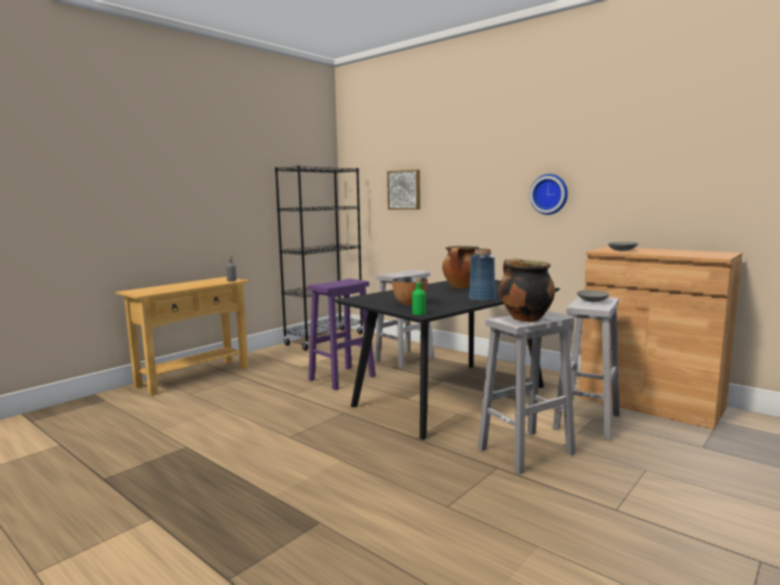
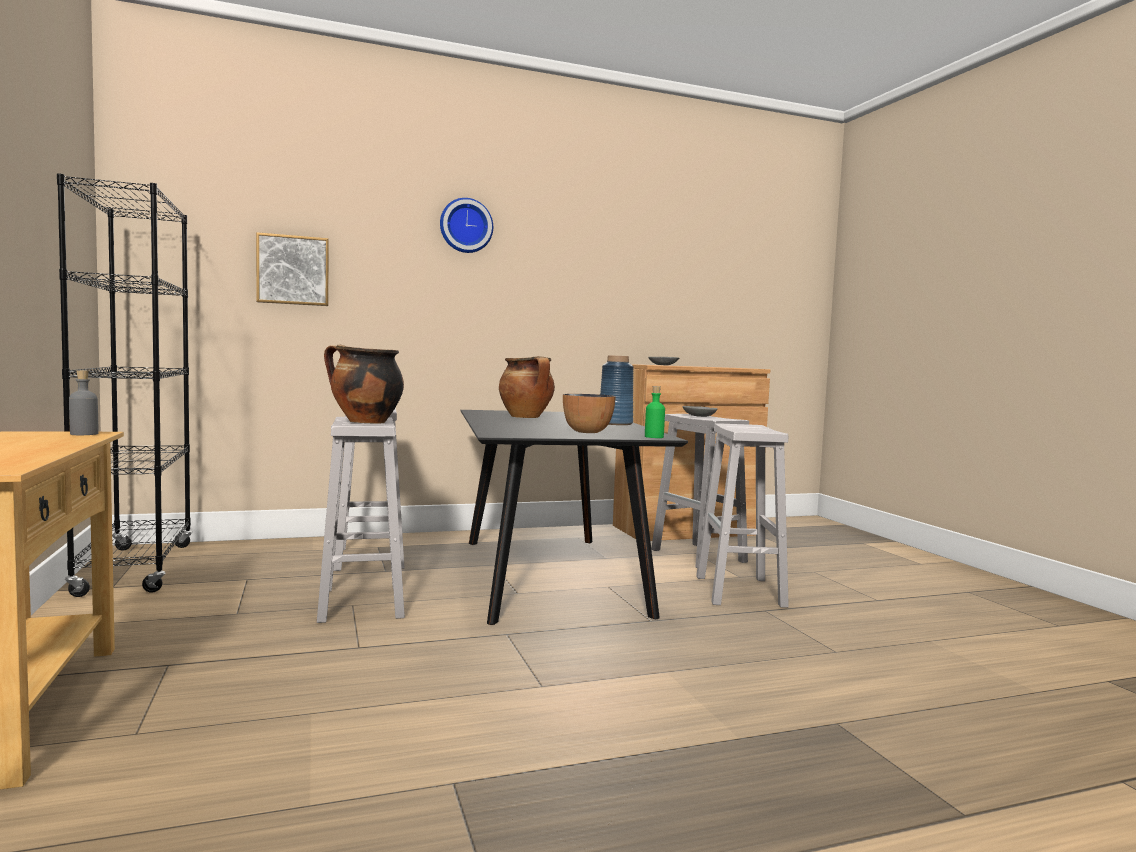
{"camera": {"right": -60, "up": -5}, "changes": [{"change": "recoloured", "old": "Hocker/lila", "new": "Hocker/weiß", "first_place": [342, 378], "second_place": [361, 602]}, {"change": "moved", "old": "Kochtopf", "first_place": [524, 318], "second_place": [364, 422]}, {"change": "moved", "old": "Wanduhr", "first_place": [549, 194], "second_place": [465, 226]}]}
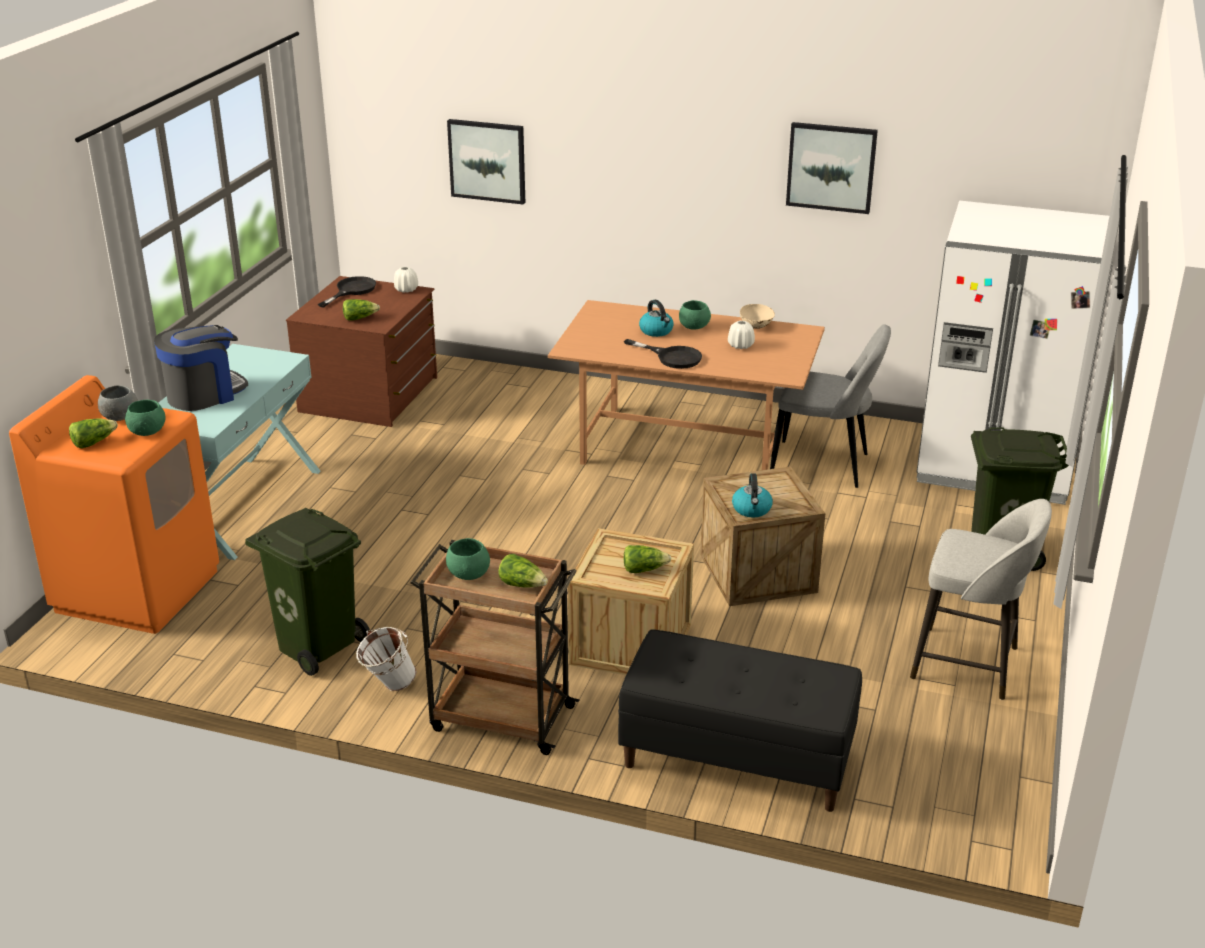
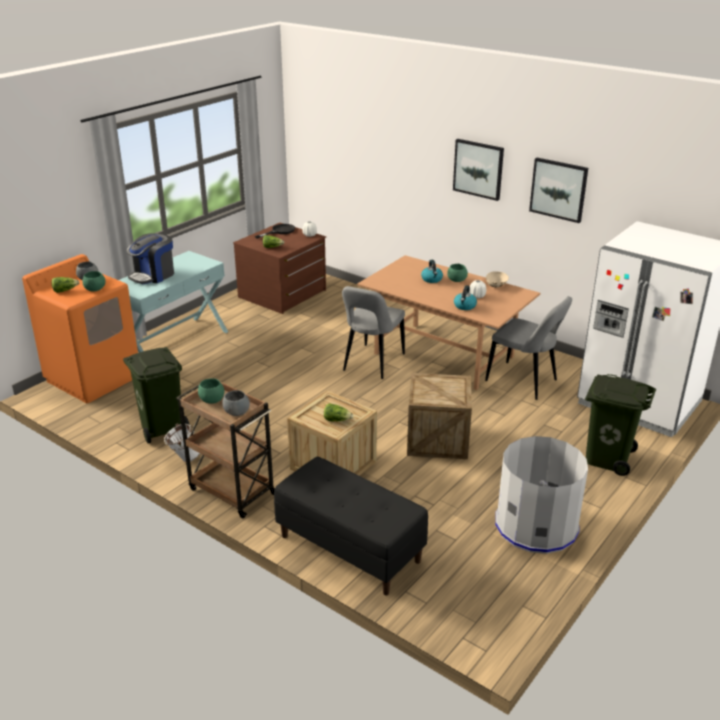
{"camera": {"right": 20, "up": 0}, "changes": [{"change": "turned", "old": "Kaffeemaschine", "first_place": [204, 394], "second_place": [153, 275], "degrees": 150}, {"change": "moved", "old": "Bild", "first_place": [487, 161], "second_place": [478, 169]}, {"change": "replaced", "old": "Salatkopf", "new": "Schüssel/grau", "first_place": [522, 585], "second_place": [237, 412]}, {"change": "removed", "old": "Pfanne/schwarz", "first_place": [672, 357]}, {"change": "moved", "old": "Wasserkessel", "first_place": [752, 509], "second_place": [465, 306]}, {"change": "replaced", "old": "Hocker/grau", "new": "Mülleimer/grau", "first_place": [968, 664], "second_place": [536, 525]}, {"change": "added", "new": "Stuhl/grau", "second_place": [372, 363]}]}
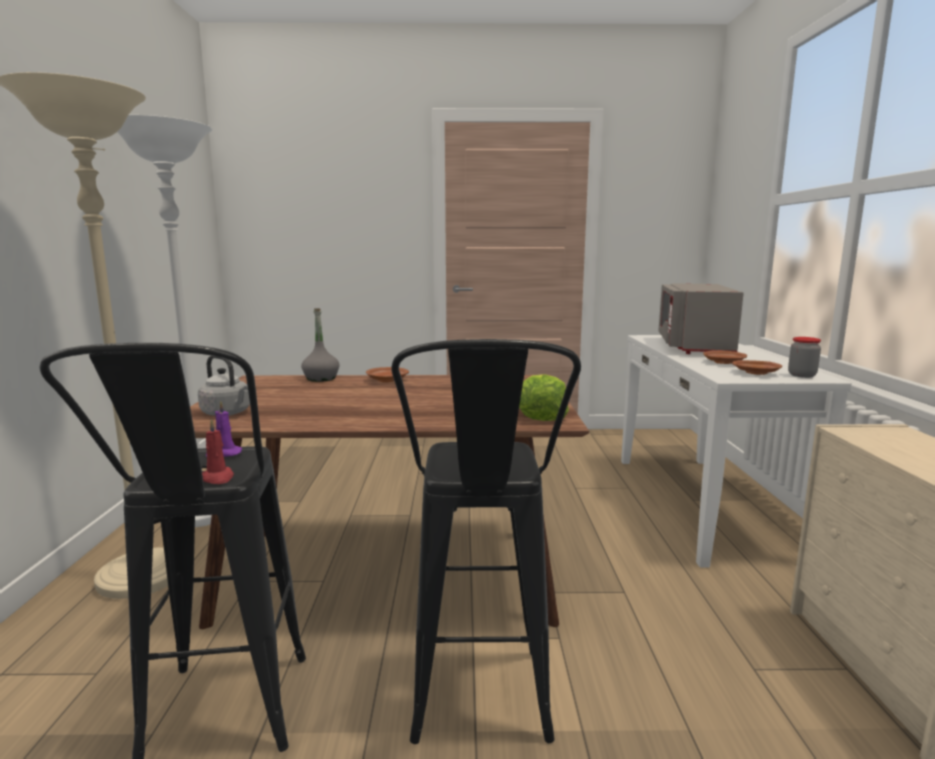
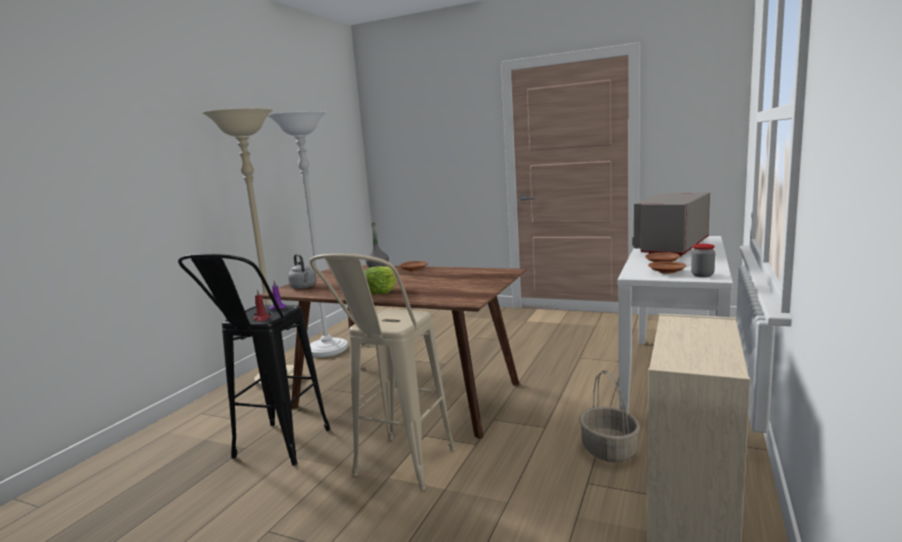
{"camera": {"right": 25, "up": 0}, "changes": [{"change": "recoloured", "old": "Hocker/schwarz", "new": "Hocker/beige", "first_place": [480, 715], "second_place": [397, 471]}, {"change": "moved", "old": "Salatkopf", "first_place": [541, 416], "second_place": [381, 291]}, {"change": "added", "new": "Korb", "second_place": [609, 450]}]}
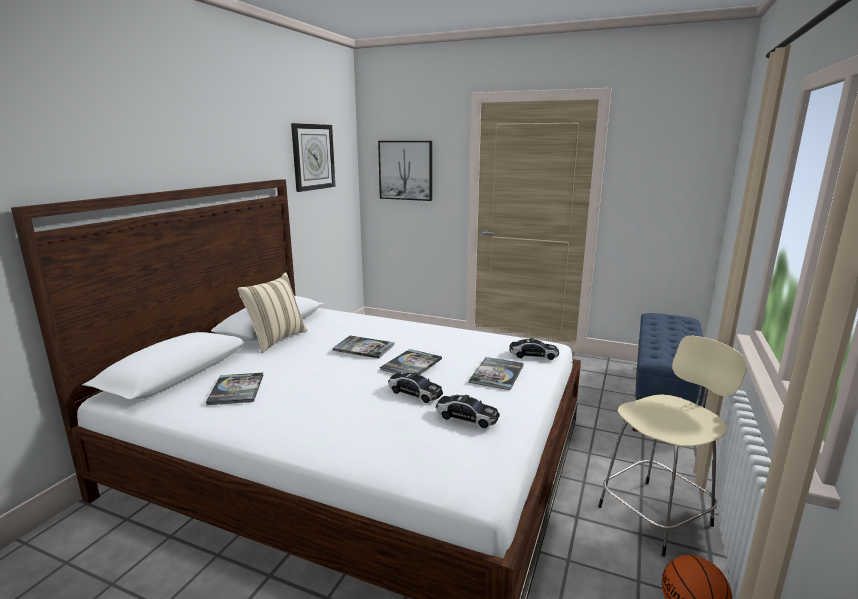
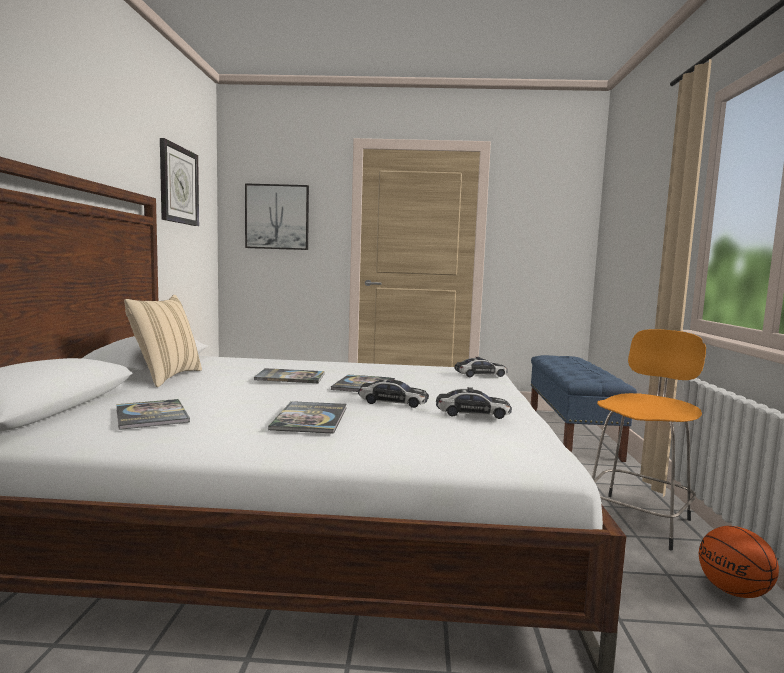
{"camera": {"right": -20, "up": -10}, "changes": [{"change": "moved", "old": "Buch", "first_place": [497, 374], "second_place": [310, 418]}, {"change": "recoloured", "old": "Hocker/beige", "new": "Hocker/orange", "first_place": [657, 515], "second_place": [638, 519]}]}
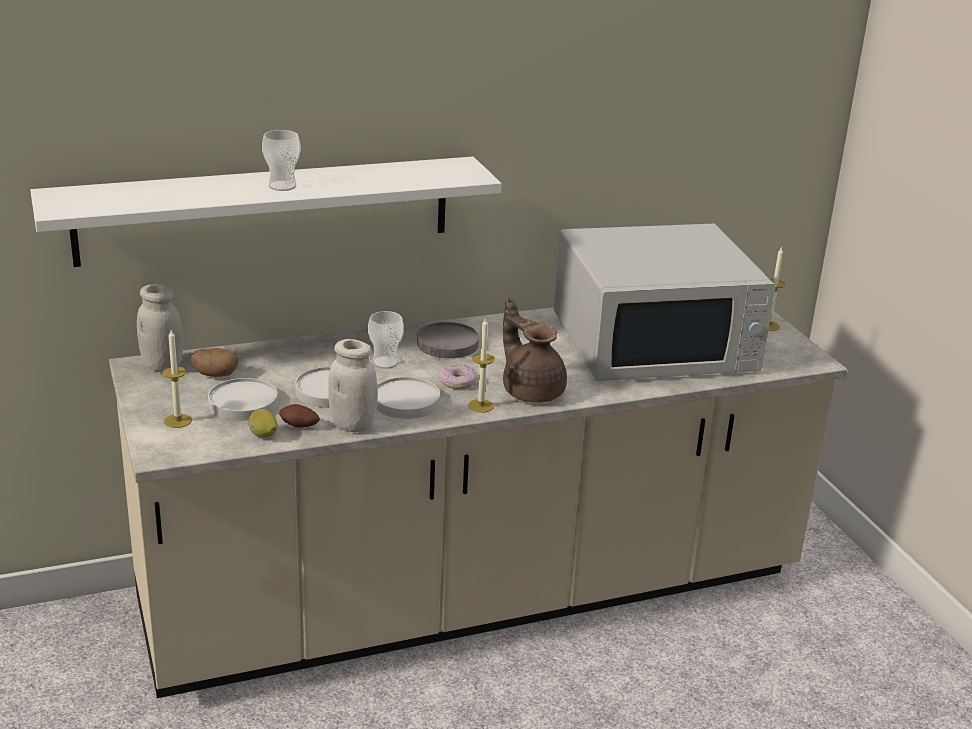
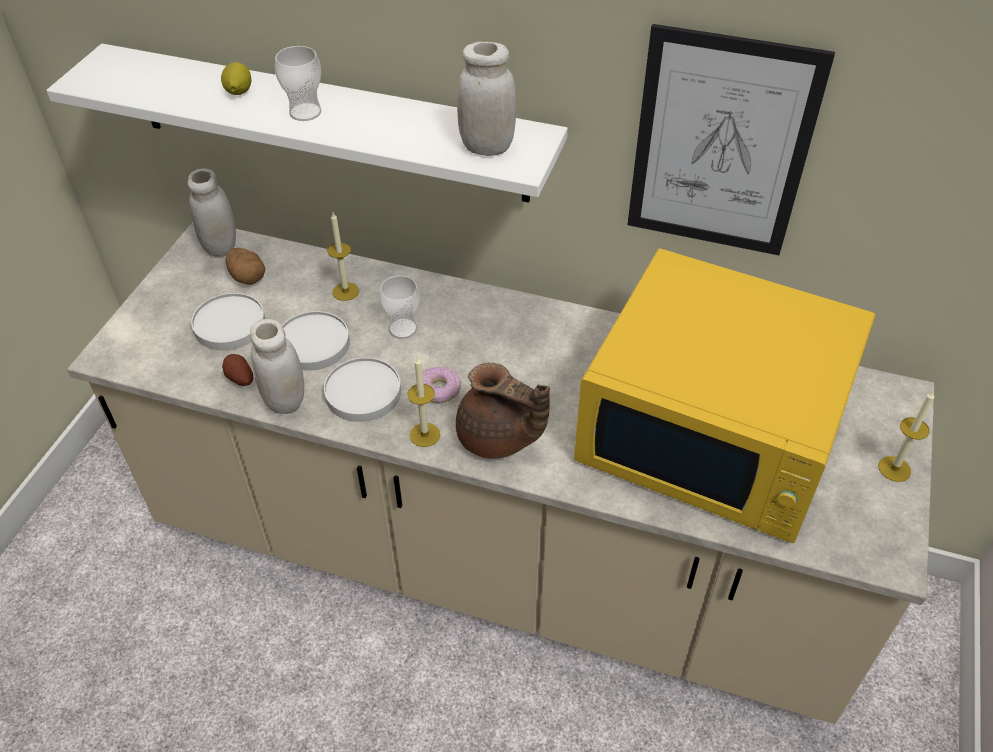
{"camera": {"right": 40, "up": 20}, "changes": [{"change": "moved", "old": "Kerze", "first_place": [178, 421], "second_place": [345, 291]}, {"change": "moved", "old": "Zitrone", "first_place": [263, 435], "second_place": [238, 92]}, {"change": "removed", "old": "Teller/grau", "first_place": [447, 344]}, {"change": "turned", "old": "Teekanne/braun", "first_place": [531, 391], "second_place": [498, 438], "degrees": 120}, {"change": "recoloured", "old": "Mikrowelle/weiß", "new": "Mikrowelle/gelb", "first_place": [655, 343], "second_place": [714, 432]}, {"change": "added", "new": "Vorratsglas/weiß", "second_place": [487, 147]}, {"change": "added", "new": "Bild", "second_place": [720, 146]}]}
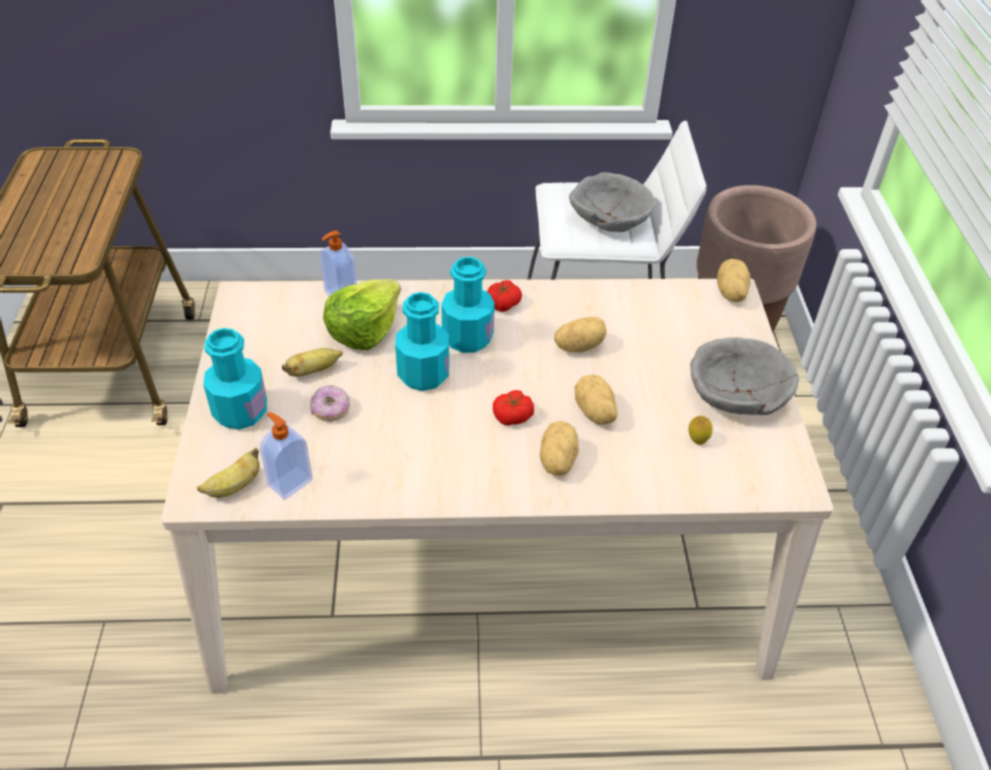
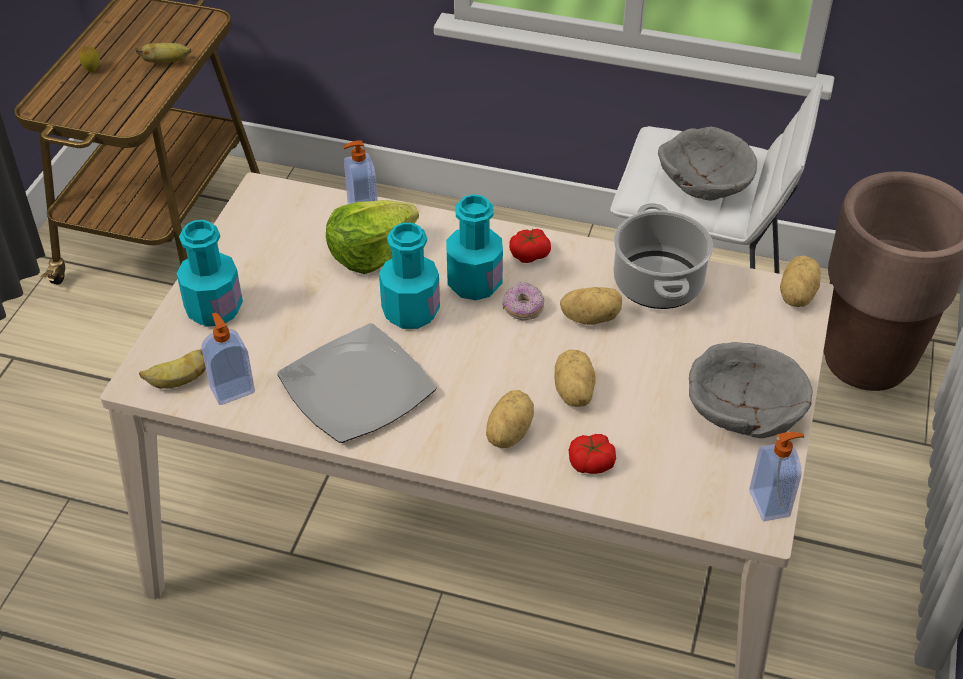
{"camera": {"right": 20, "up": 0}, "changes": [{"change": "moved", "old": "Banane", "first_place": [313, 371], "second_place": [166, 62]}, {"change": "moved", "old": "Donut", "first_place": [330, 410], "second_place": [523, 308]}, {"change": "moved", "old": "Tomate", "first_place": [513, 416], "second_place": [591, 462]}, {"change": "moved", "old": "Zitrone", "first_place": [697, 440], "second_place": [92, 70]}, {"change": "added", "new": "Teller", "second_place": [356, 389]}, {"change": "added", "new": "Kochtopf", "second_place": [657, 282]}, {"change": "added", "new": "Seifenspender", "second_place": [770, 503]}]}
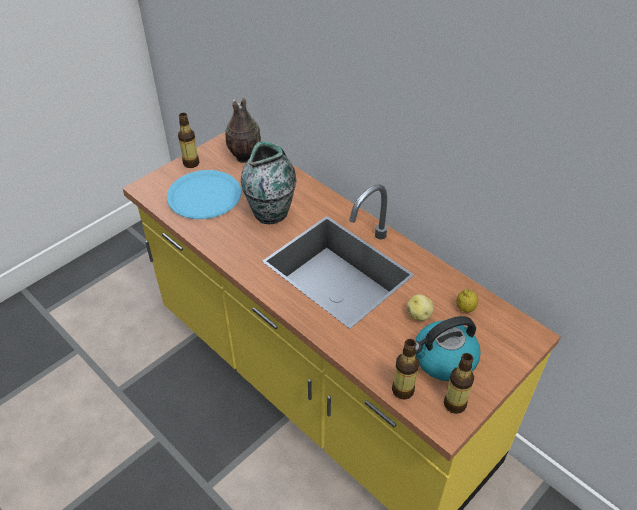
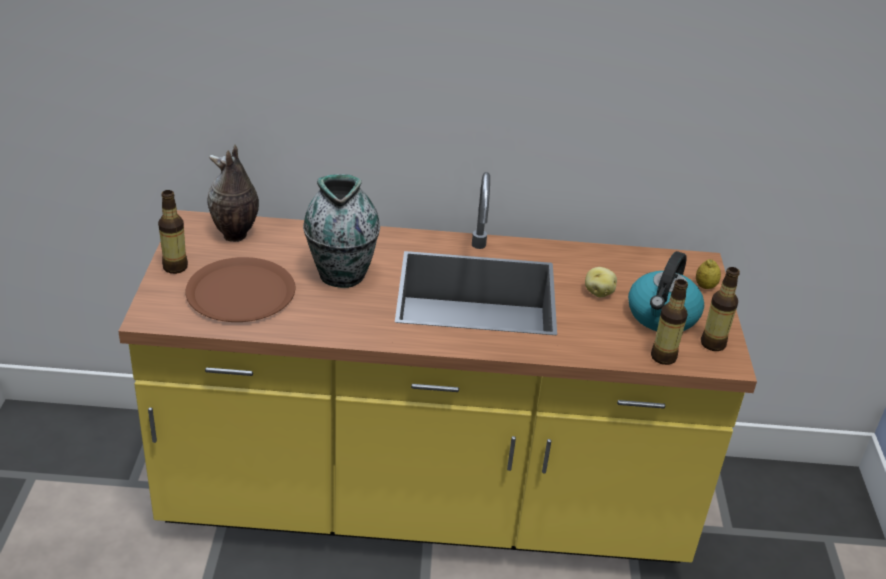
{"camera": {"right": -45, "up": -10}, "changes": [{"change": "recoloured", "old": "Teller/blau", "new": "Teller/braun", "first_place": [204, 196], "second_place": [240, 292]}, {"change": "moved", "old": "Zitrone", "first_place": [465, 308], "second_place": [705, 286]}]}
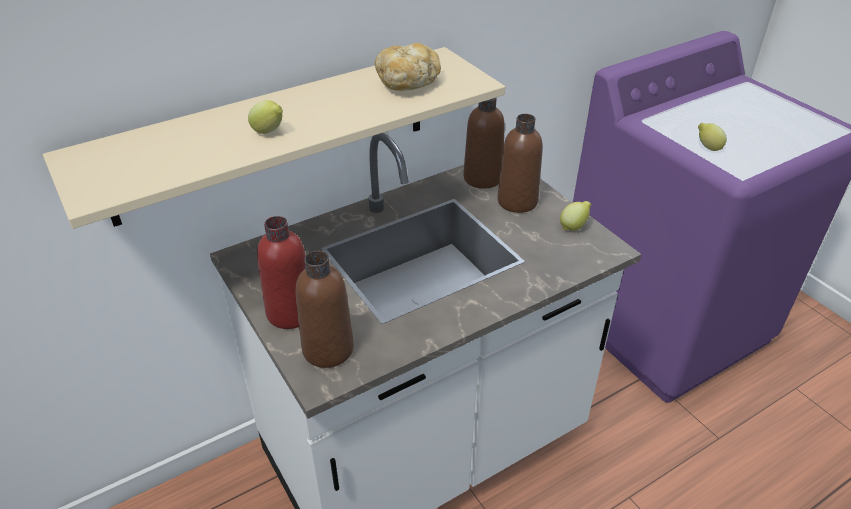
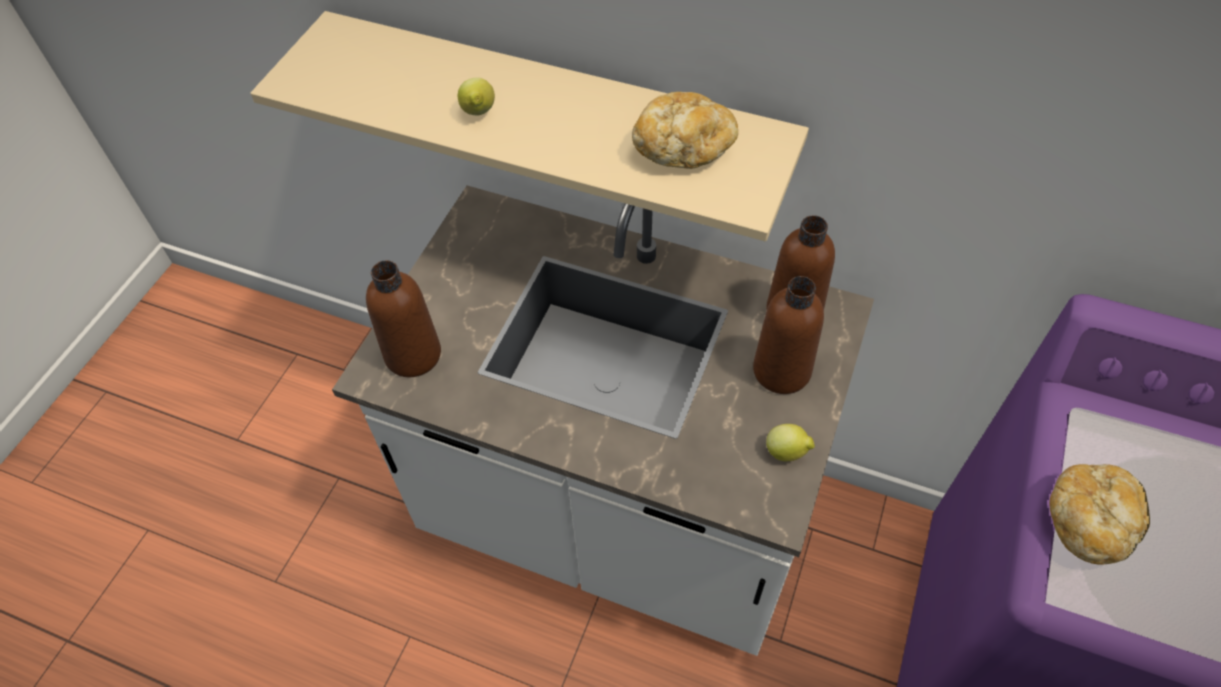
{"camera": {"right": 55, "up": 15}, "changes": [{"change": "removed", "old": "Flasche/rot", "first_place": [291, 312]}, {"change": "replaced", "old": "Zitrone", "new": "Brot", "first_place": [708, 148], "second_place": [1089, 522]}]}
